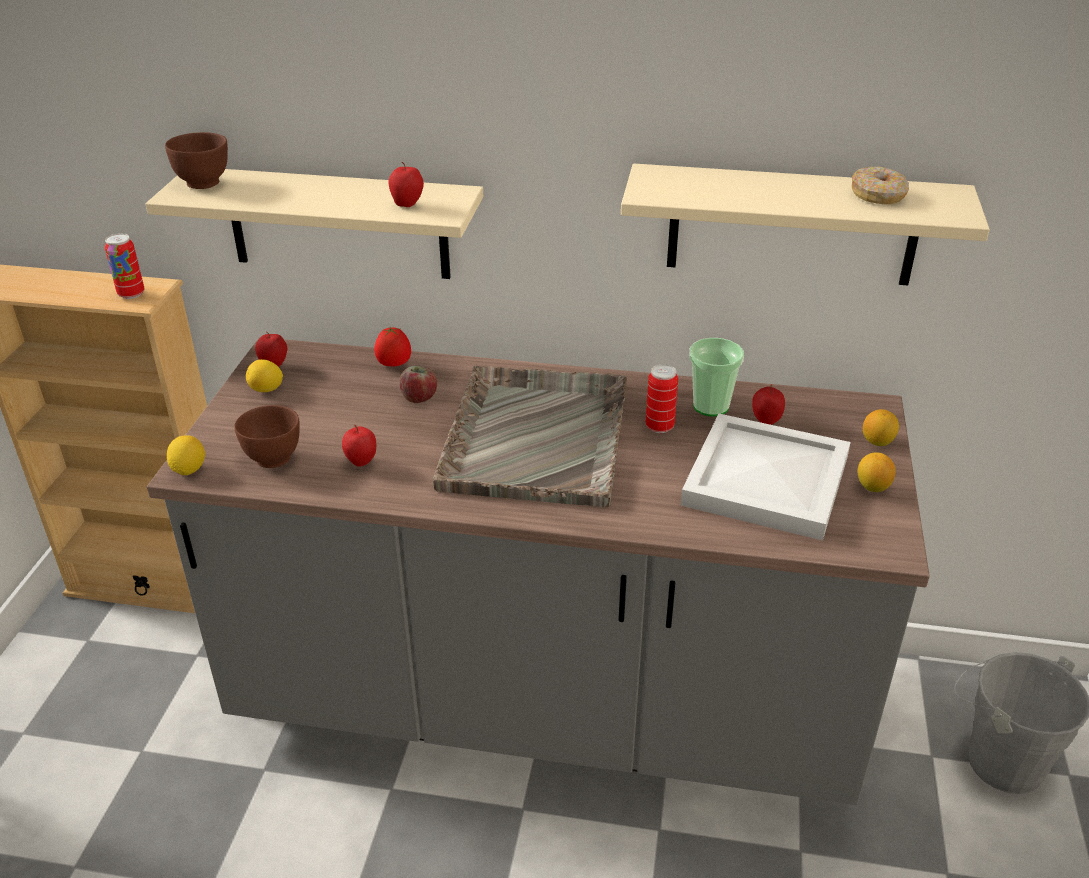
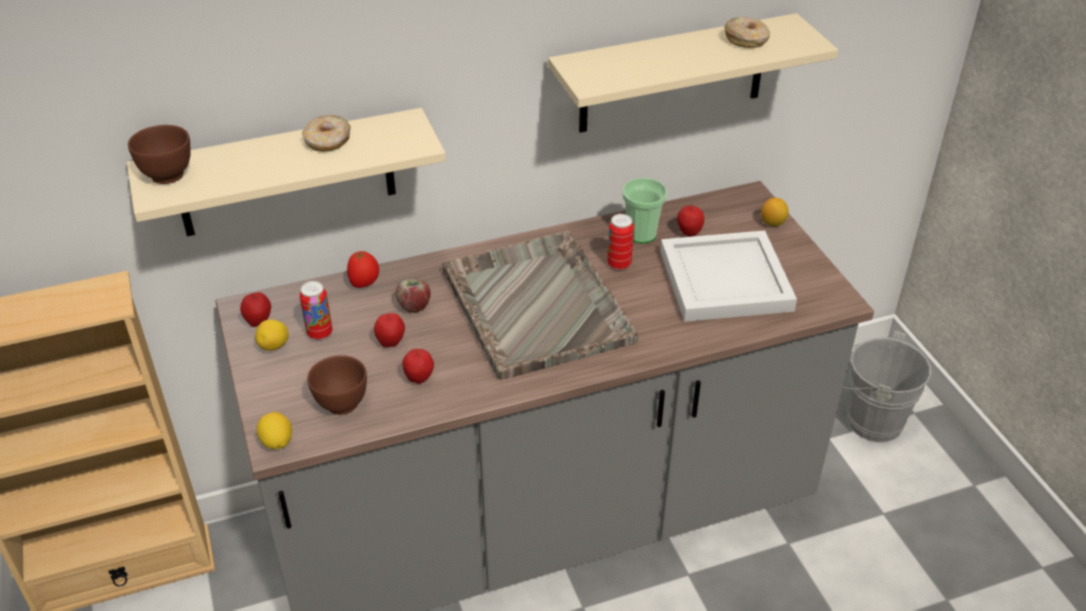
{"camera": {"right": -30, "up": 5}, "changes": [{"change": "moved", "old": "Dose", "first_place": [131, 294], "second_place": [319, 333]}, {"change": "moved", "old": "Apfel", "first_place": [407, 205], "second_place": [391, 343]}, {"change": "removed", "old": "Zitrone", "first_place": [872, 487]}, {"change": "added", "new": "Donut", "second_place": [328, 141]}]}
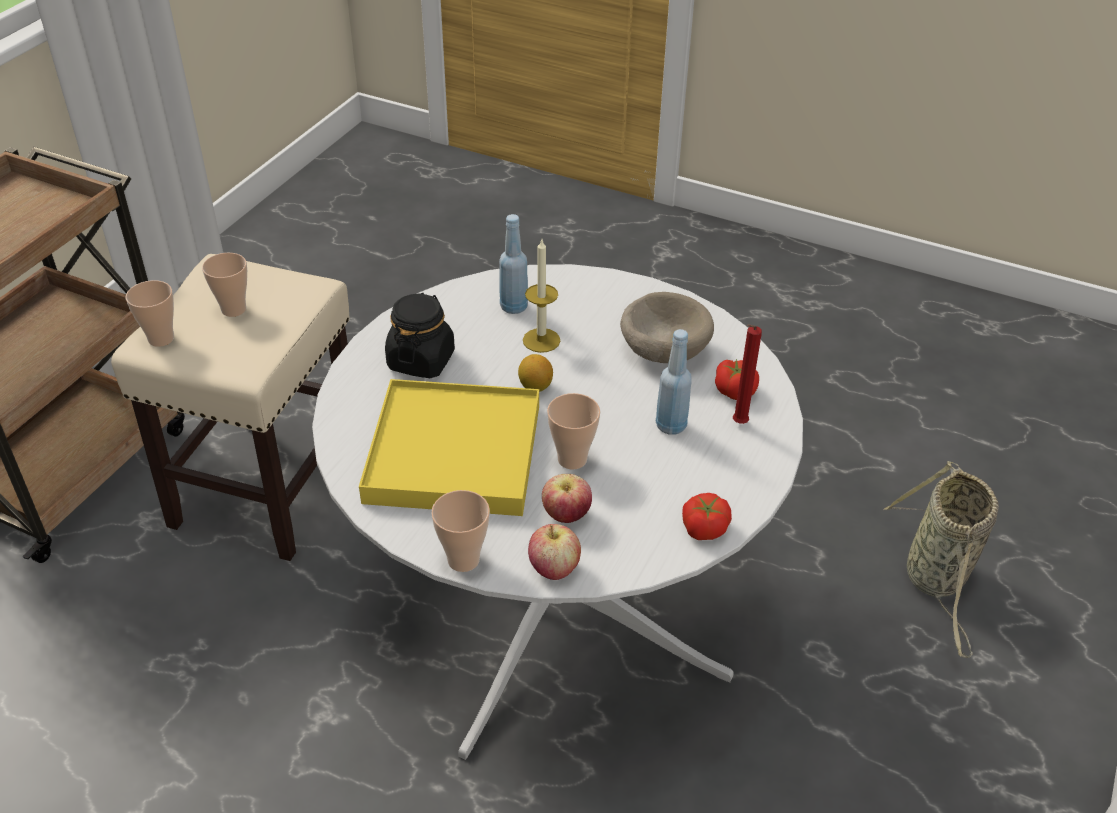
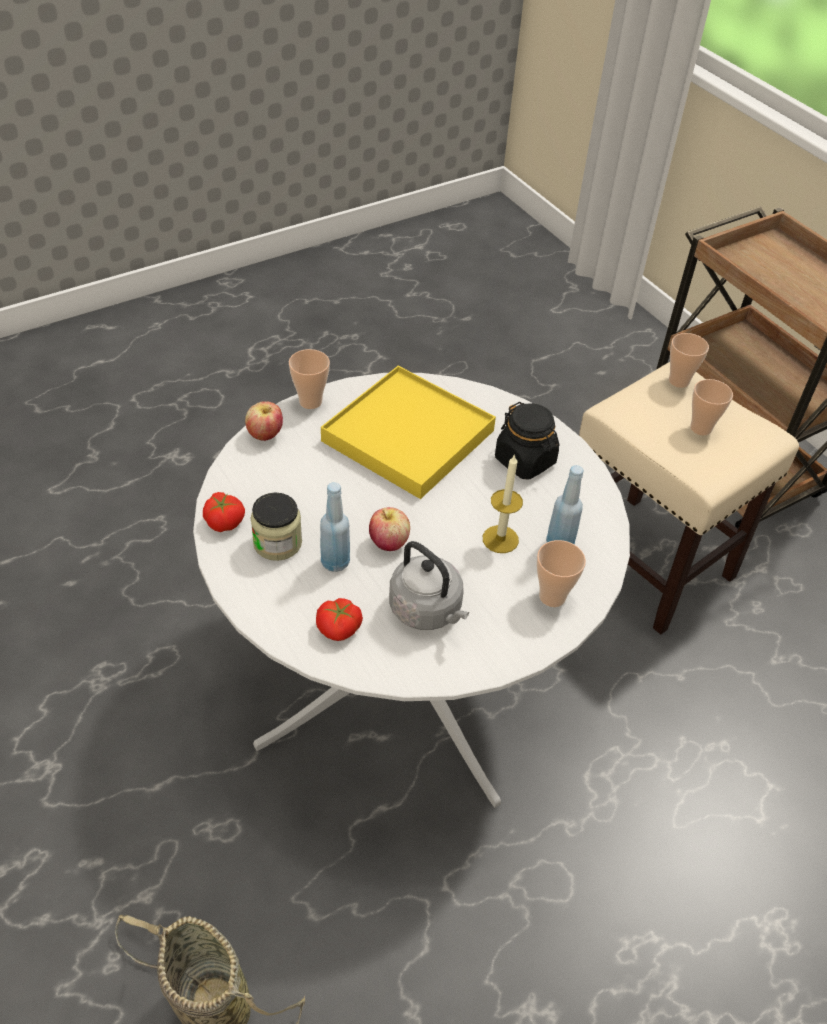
{"camera": {"right": 120, "up": 5}, "changes": [{"change": "removed", "old": "Zitrone", "first_place": [535, 386]}, {"change": "moved", "old": "Apfel", "first_place": [566, 515], "second_place": [388, 542]}, {"change": "moved", "old": "Tasse", "first_place": [572, 459], "second_place": [552, 596]}, {"change": "replaced", "old": "Schüssel/beige", "new": "Wasserkessel/grau", "first_place": [662, 350], "second_place": [428, 610]}, {"change": "removed", "old": "Kerze/rot", "first_place": [738, 424]}, {"change": "added", "new": "Vorratsglas", "second_place": [277, 543]}]}
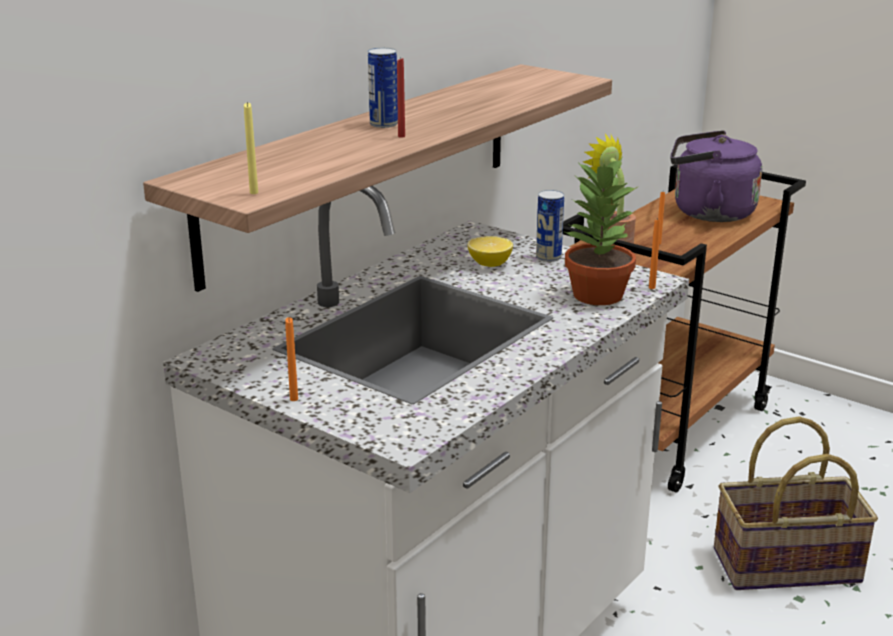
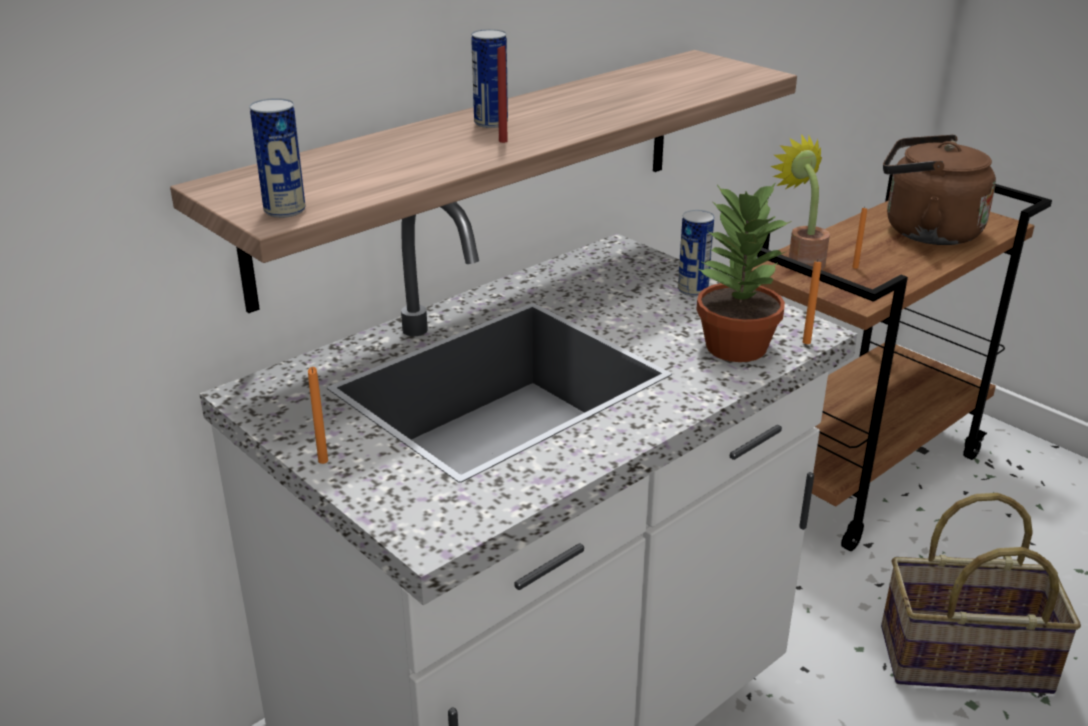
{"camera": {"right": 10, "up": 5}, "changes": [{"change": "replaced", "old": "Kerze/gelb", "new": "Dose", "first_place": [254, 193], "second_place": [285, 210]}, {"change": "removed", "old": "Zitrone", "first_place": [489, 264]}, {"change": "recoloured", "old": "Wasserkessel/lila", "new": "Wasserkessel/braun", "first_place": [707, 213], "second_place": [925, 231]}]}
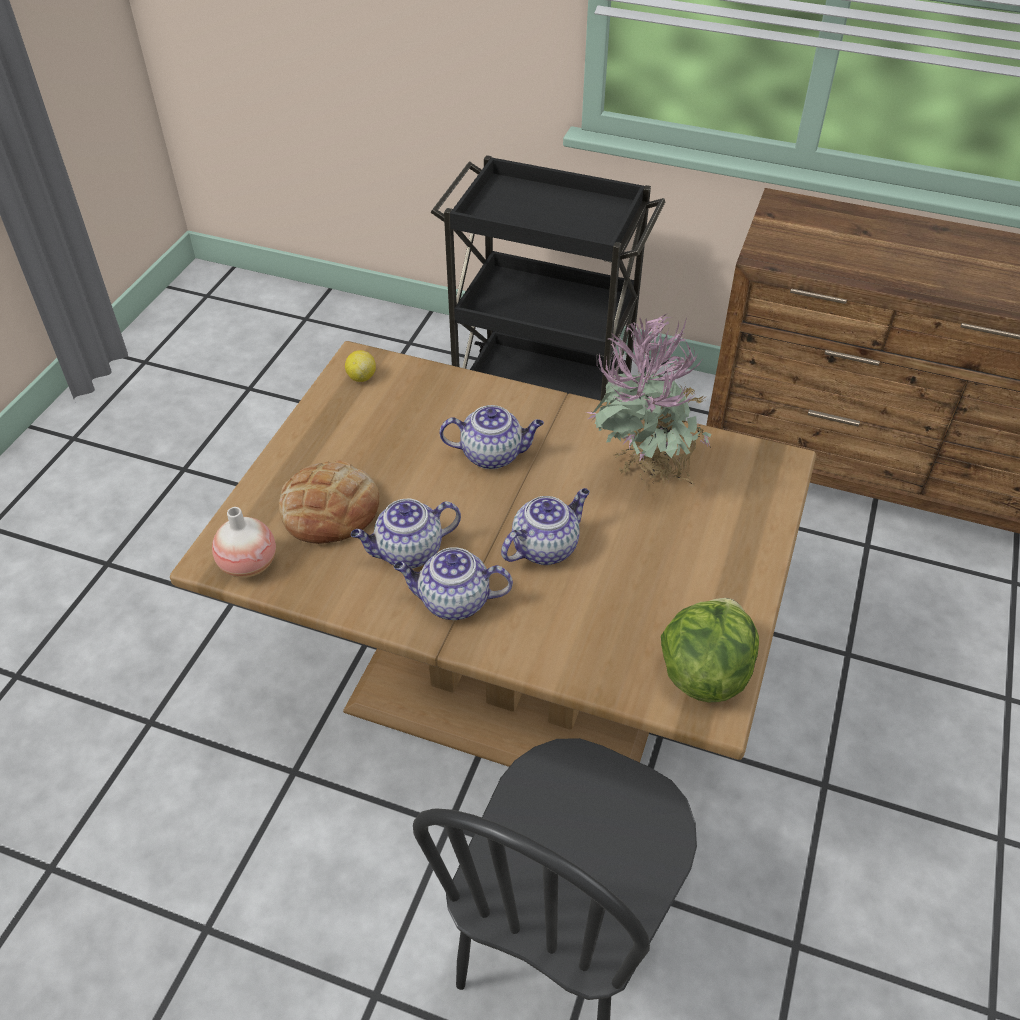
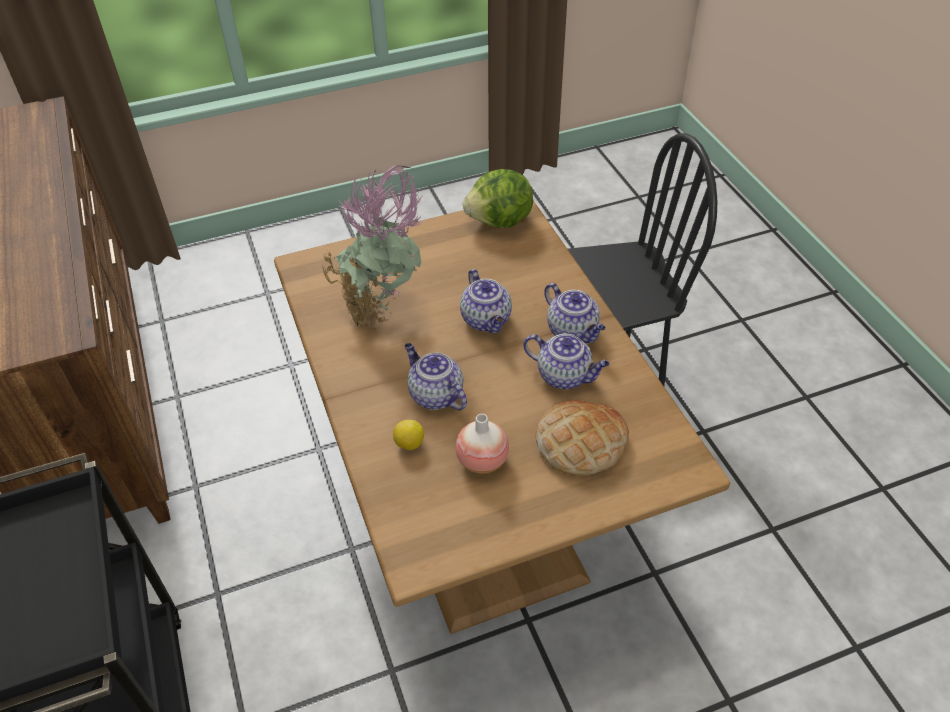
{"camera": {"right": -130, "up": 0}, "changes": [{"change": "moved", "old": "Vase", "first_place": [248, 564], "second_place": [482, 460]}, {"change": "moved", "old": "Zitrone", "first_place": [361, 377], "second_place": [409, 444]}, {"change": "turned", "old": "Teekanne", "first_place": [545, 547], "second_place": [487, 320], "degrees": -120}]}
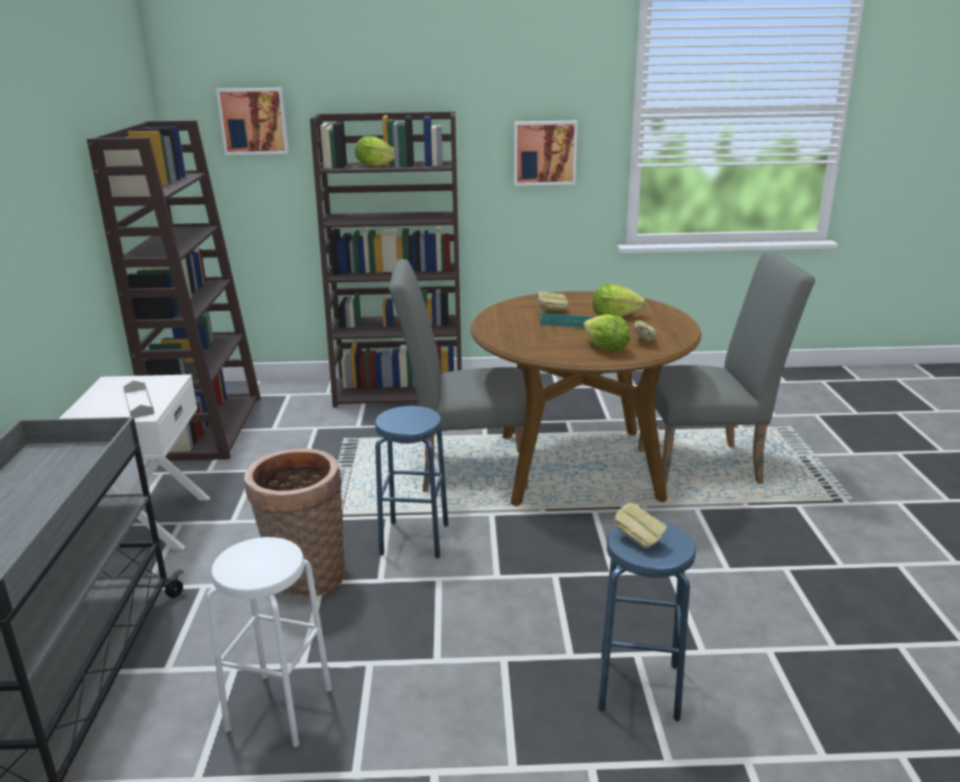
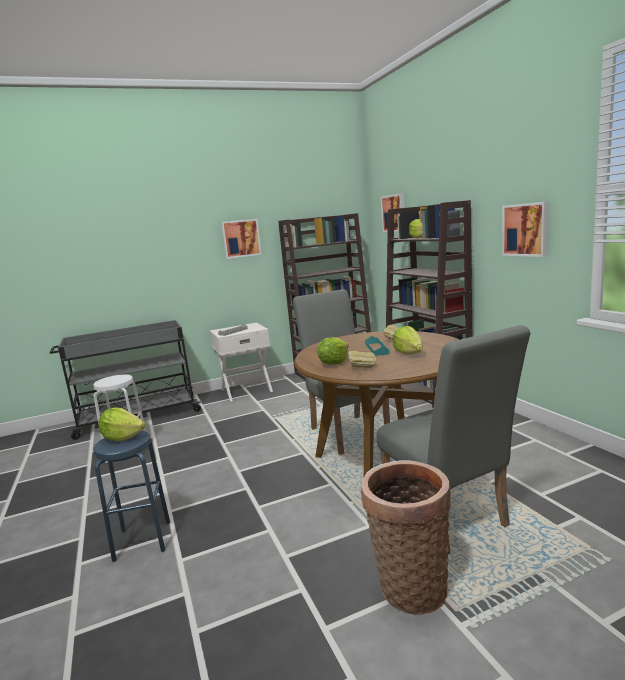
{"camera": {"right": 70, "up": -10}, "changes": [{"change": "moved", "old": "Korb", "first_place": [305, 578], "second_place": [409, 585]}, {"change": "removed", "old": "Hocker/blau", "first_place": [414, 539]}, {"change": "replaced", "old": "Brot", "new": "Salatkopf", "first_place": [639, 540], "second_place": [123, 437]}, {"change": "added", "new": "Bild", "second_place": [241, 238]}]}
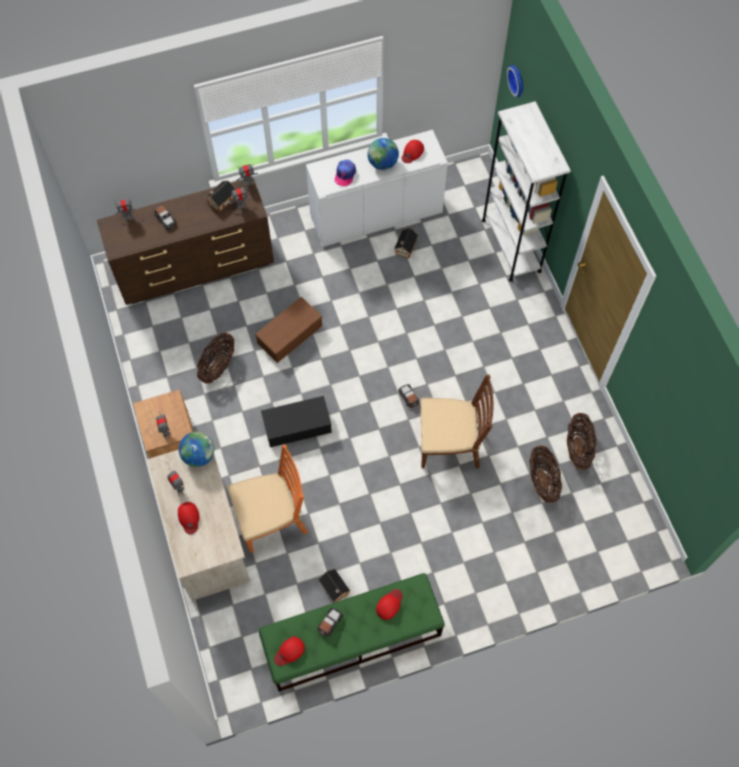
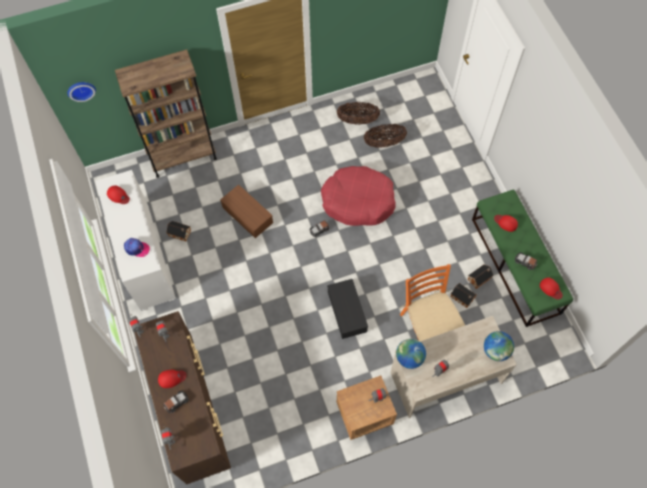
{"camera": {"right": -90, "up": 0}, "changes": [{"change": "moved", "old": "Kappe/rot", "first_place": [189, 518], "second_place": [171, 378]}, {"change": "removed", "old": "Korb", "first_place": [218, 366]}, {"change": "moved", "old": "Spielzeughaus", "first_place": [220, 200], "second_place": [462, 298]}, {"change": "moved", "old": "Aufbewahrungsbox/braun", "first_place": [290, 333], "second_place": [246, 215]}, {"change": "moved", "old": "Globus", "first_place": [382, 163], "second_place": [496, 350]}, {"change": "replaced", "old": "Stuhl/braun", "new": "Hundebett/rot", "first_place": [450, 444], "second_place": [358, 201]}, {"change": "recoloured", "old": "Bücherregal/weiß", "new": "Bücherregal/braun", "first_place": [511, 245], "second_place": [183, 157]}]}
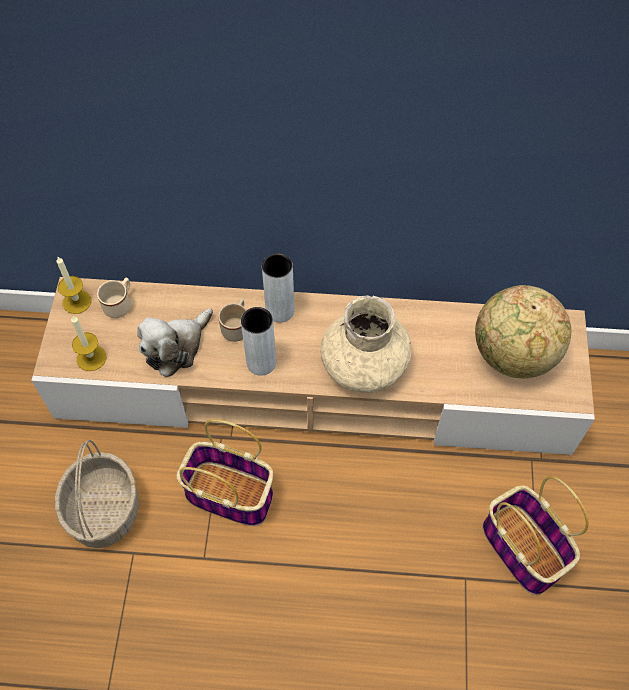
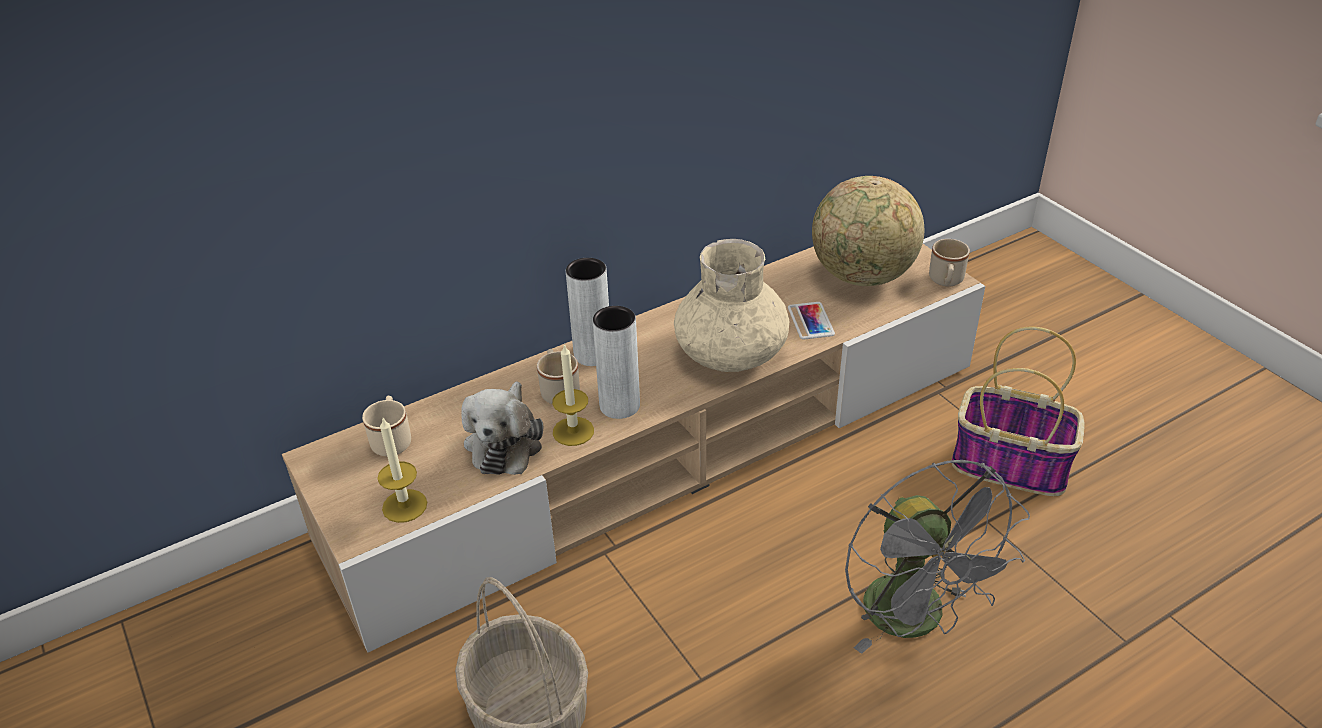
{"camera": {"right": -35, "up": -20}, "changes": [{"change": "moved", "old": "Kerze", "first_place": [77, 302], "second_place": [573, 431]}, {"change": "removed", "old": "Korb", "first_place": [231, 494]}, {"change": "added", "new": "Handy", "second_place": [810, 321]}, {"change": "added", "new": "Ventilator/grau", "second_place": [916, 620]}, {"change": "added", "new": "Henkelbecher/beige", "second_place": [946, 281]}]}
